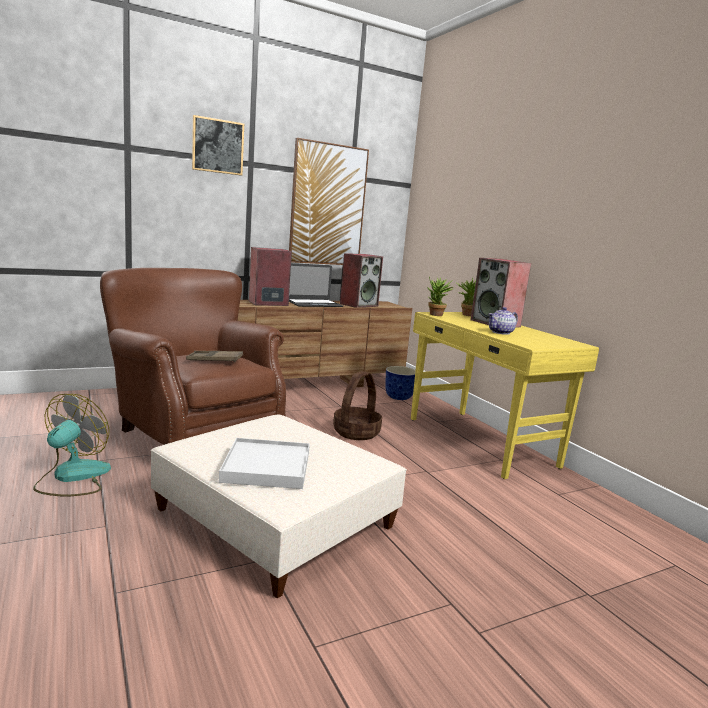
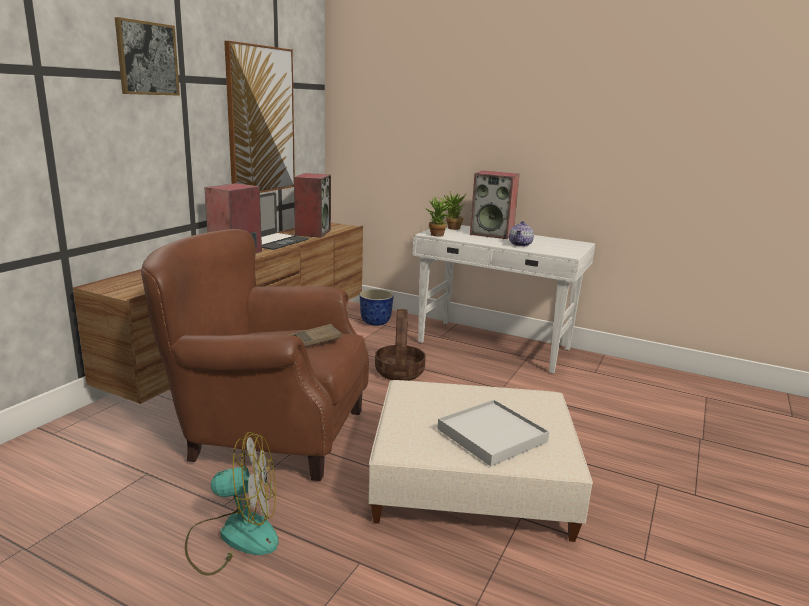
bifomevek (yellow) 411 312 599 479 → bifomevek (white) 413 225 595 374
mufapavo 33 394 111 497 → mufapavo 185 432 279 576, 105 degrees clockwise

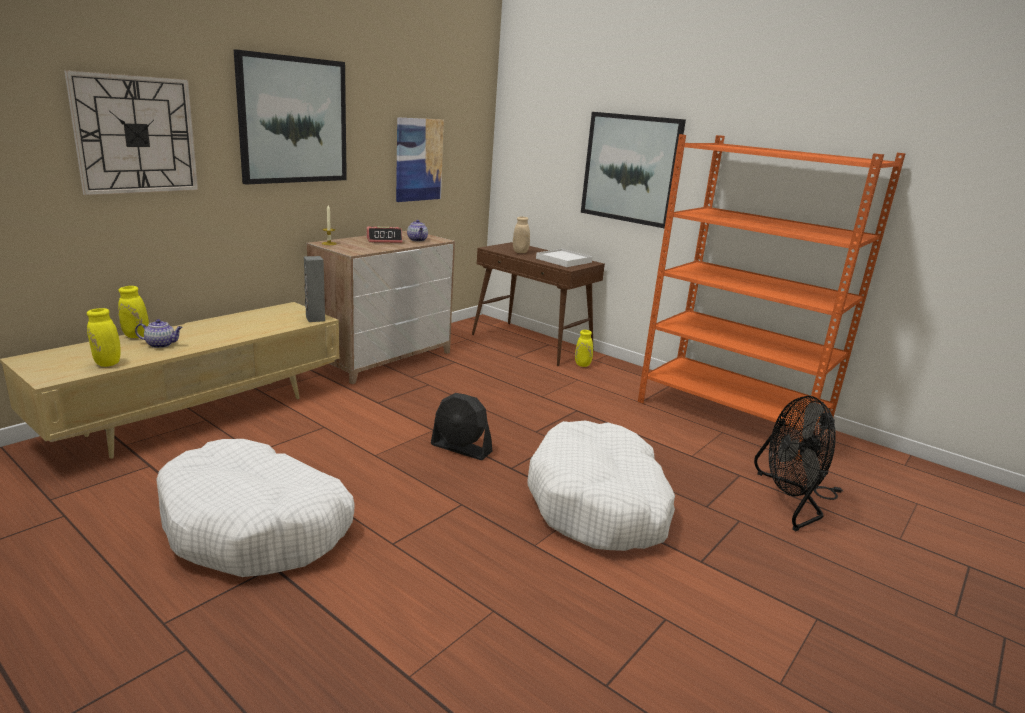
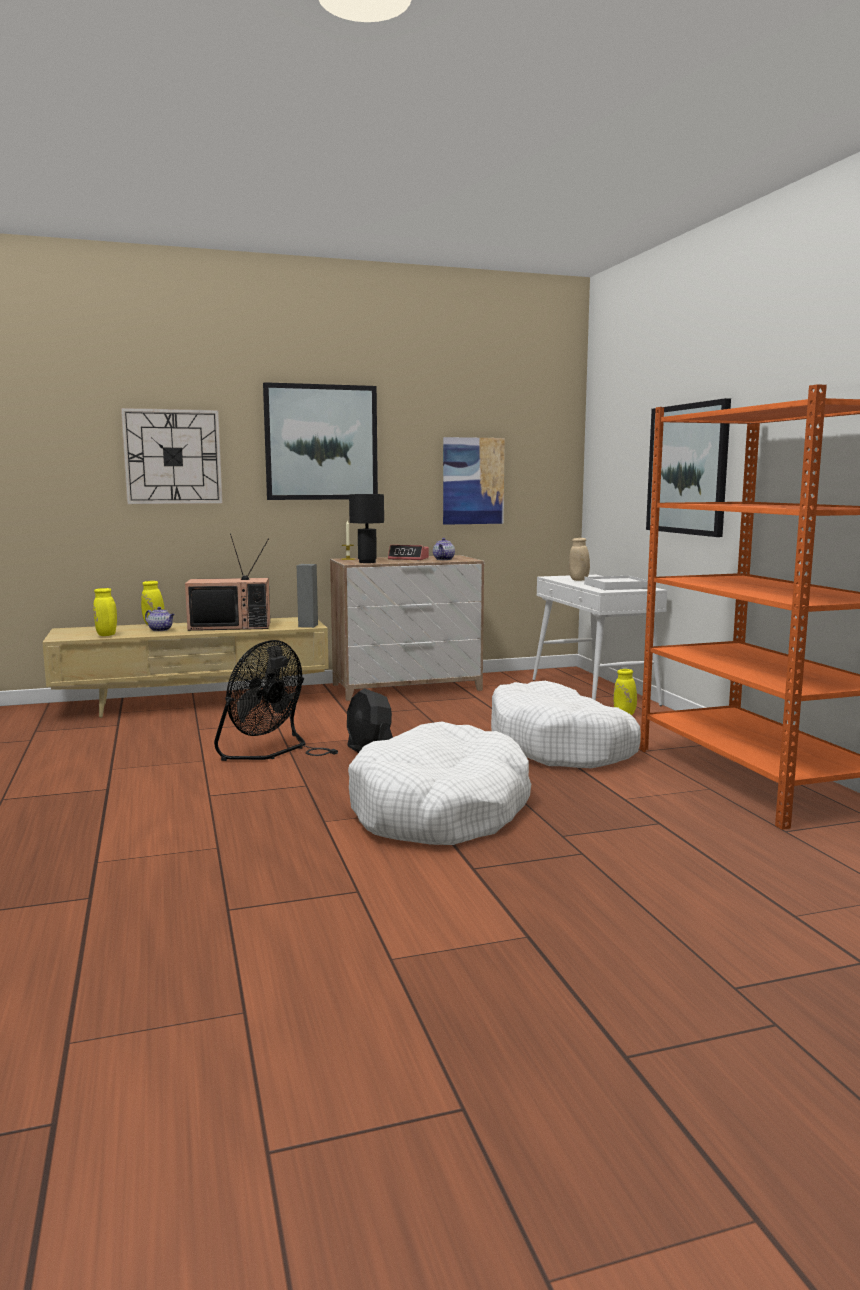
bifomevek (brown) 472 242 605 366 → bifomevek (white) 532 575 667 706
mufapavo (black) 754 396 843 531 → mufapavo (black) 214 640 338 761, relocated
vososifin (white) 156 439 355 577 → vososifin (white) 491 681 641 768, relocated
- → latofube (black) 349 494 384 563
- → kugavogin 185 533 270 631

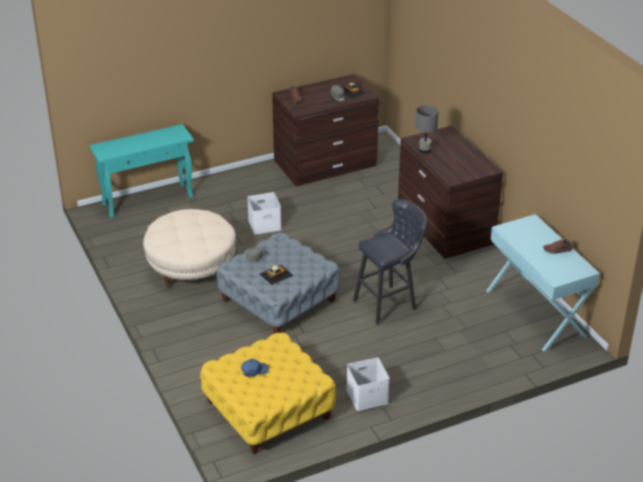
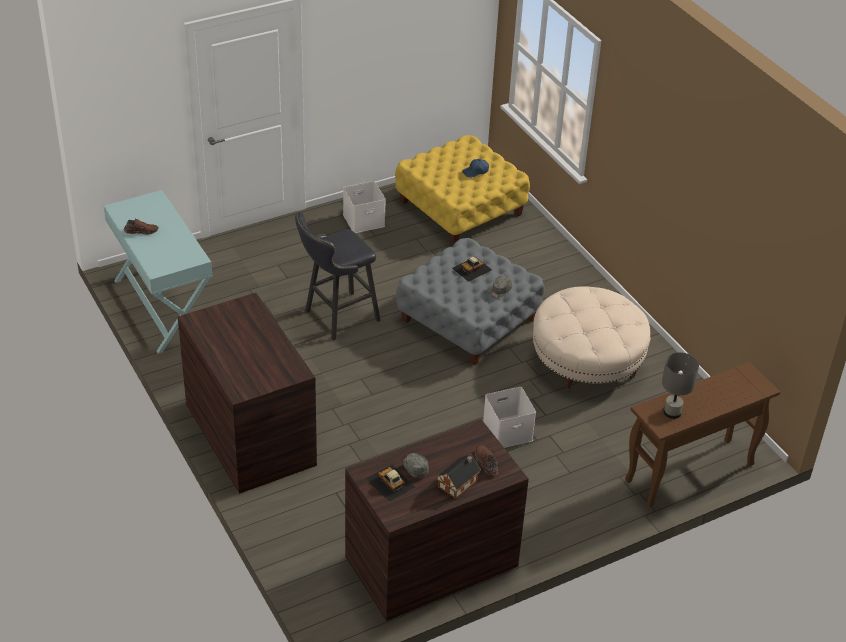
latofube (grey) 415 105 438 153 → latofube (grey) 662 352 699 419, relocated
bifomevek (turquoise) 89 124 194 218 → bifomevek (brown) 625 362 780 508
- → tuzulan 437 454 481 499

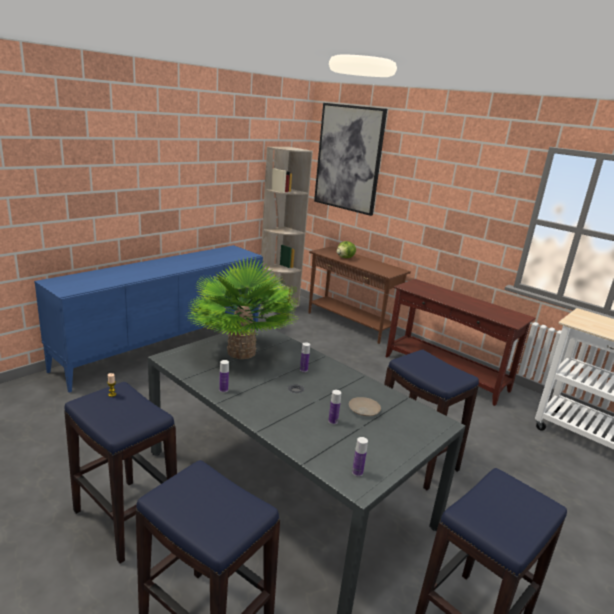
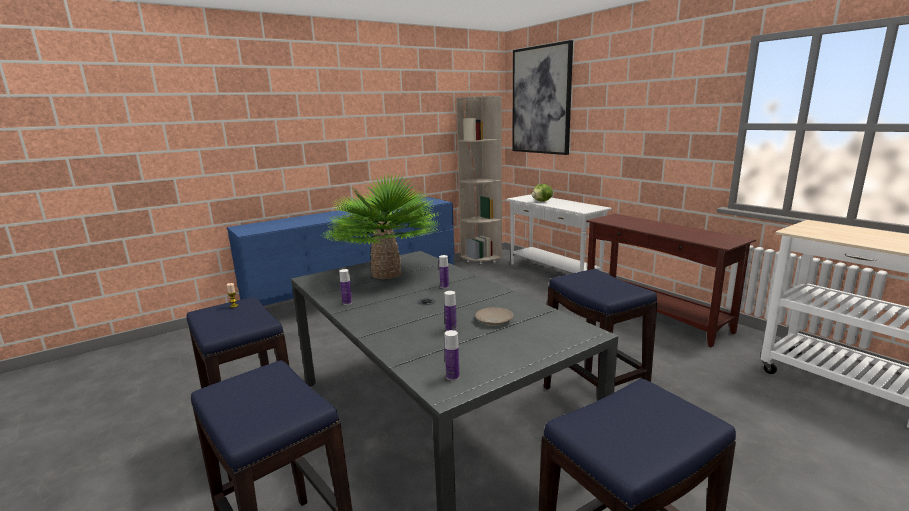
bifomevek (brown) 308 246 411 344 → bifomevek (white) 506 195 612 273

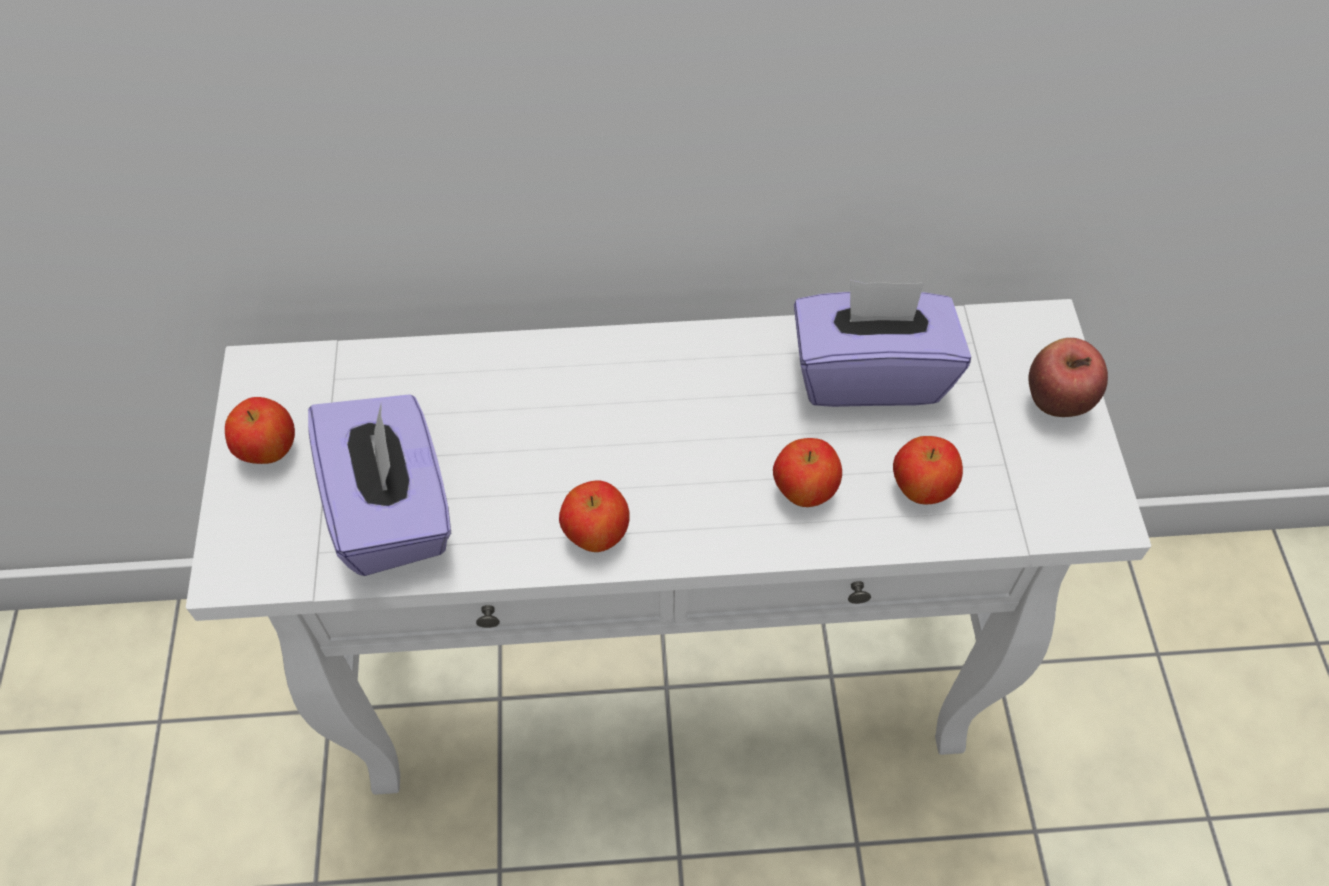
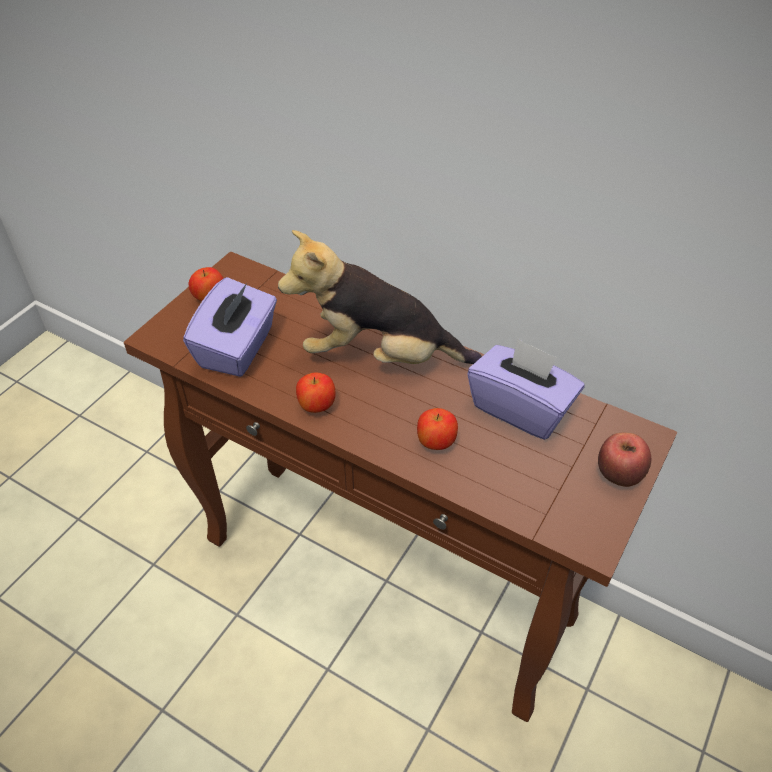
bifomevek (white) 186 299 1151 795 → bifomevek (brown) 124 252 677 722
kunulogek 893 436 963 504 → -
- → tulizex 278 230 482 364

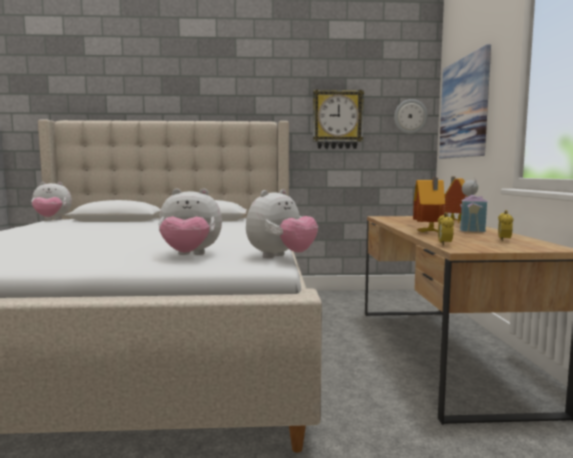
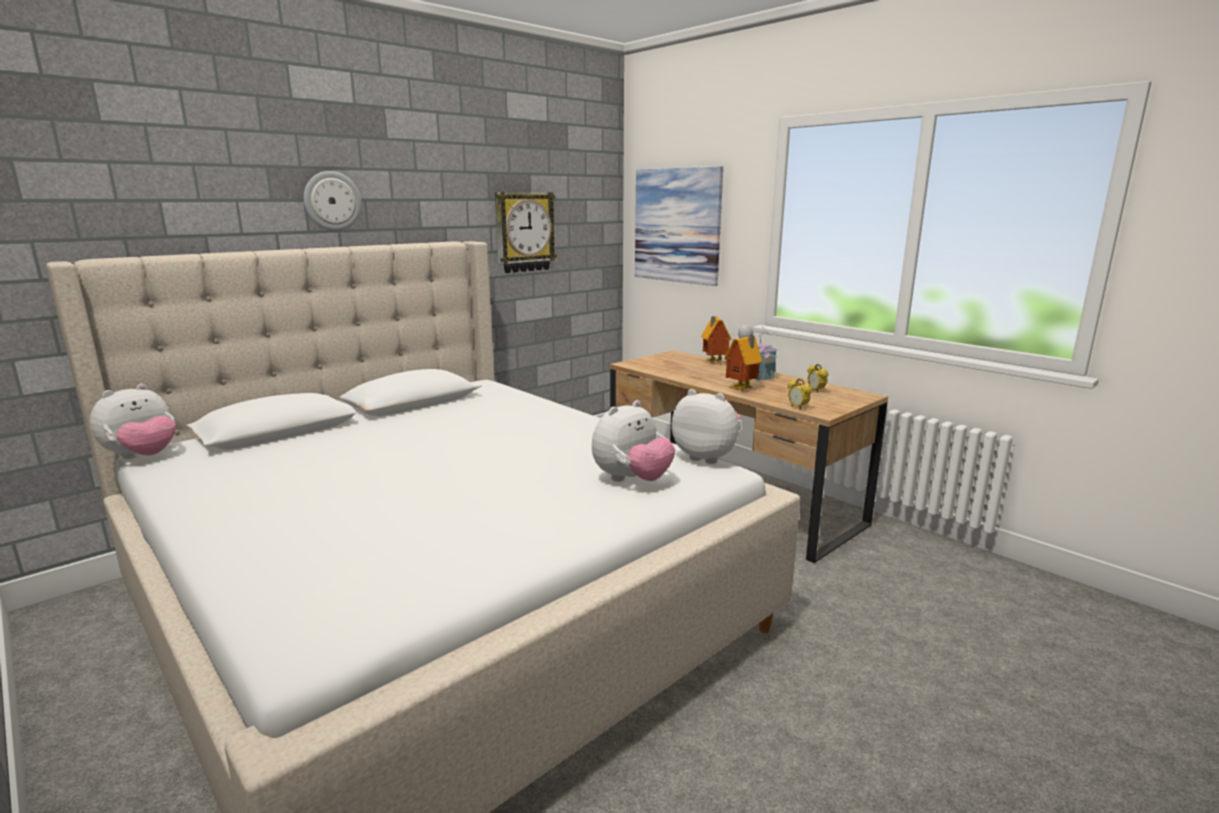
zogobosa 394 99 428 134 → zogobosa 304 171 361 231, relocated
tulizex 246 189 318 258 → tulizex 672 389 742 464, 60 degrees counterclockwise

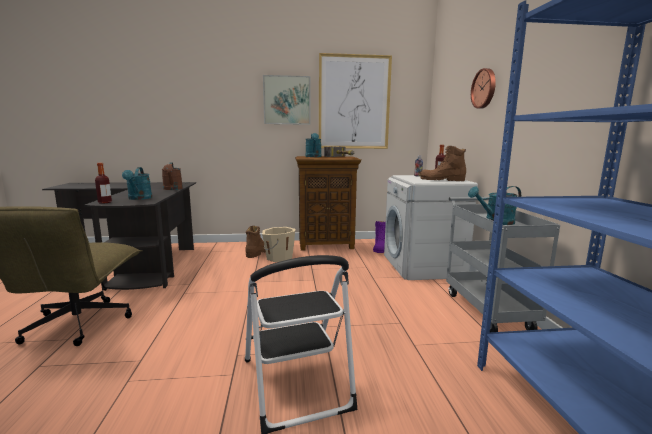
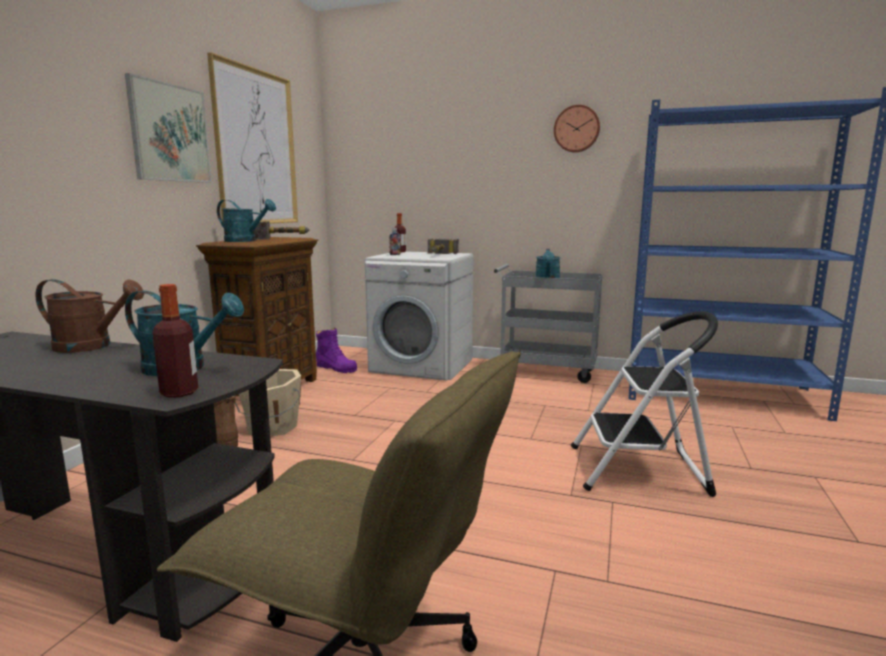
zogobosa 471 68 496 109 → zogobosa 554 105 600 153, relocated
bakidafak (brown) 420 146 466 181 → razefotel 428 239 459 254

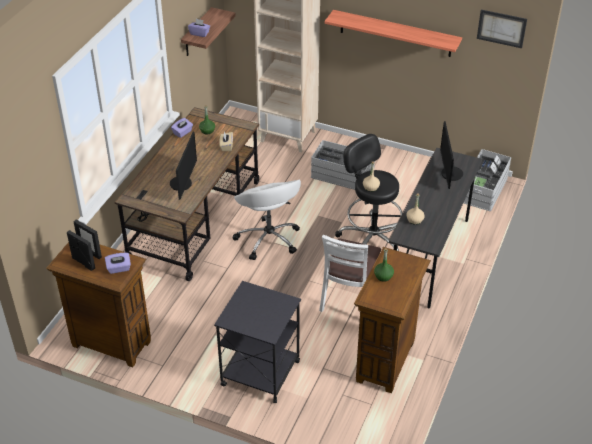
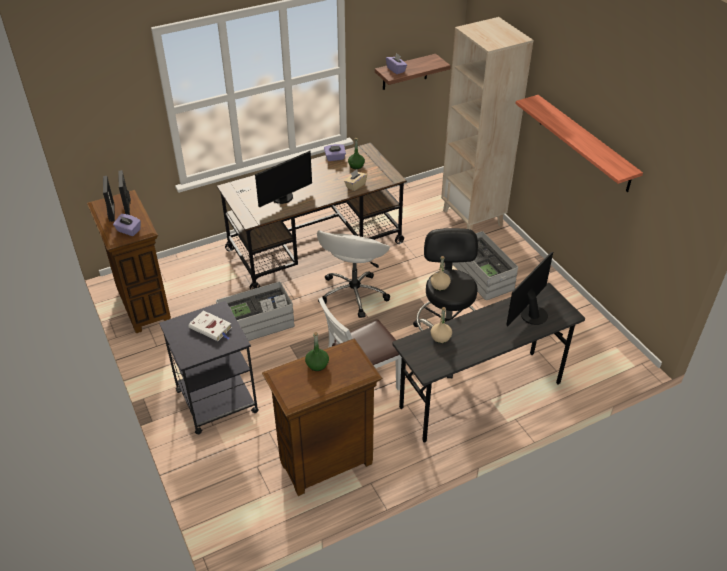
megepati 477 9 527 48 → -
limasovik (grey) 464 149 511 211 → limasovik (grey) 216 282 295 341, relocated
- → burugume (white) 188 311 232 341

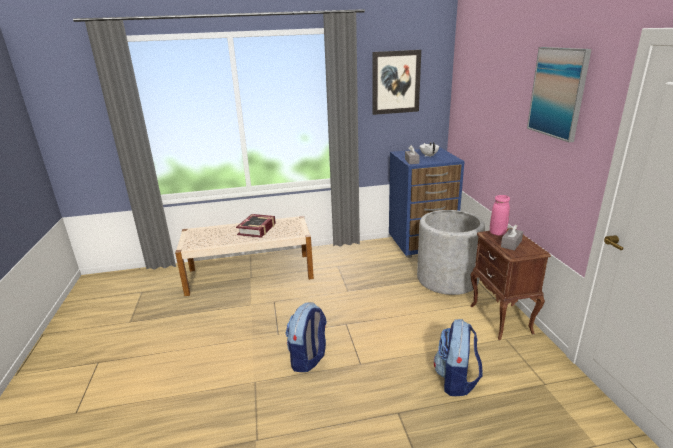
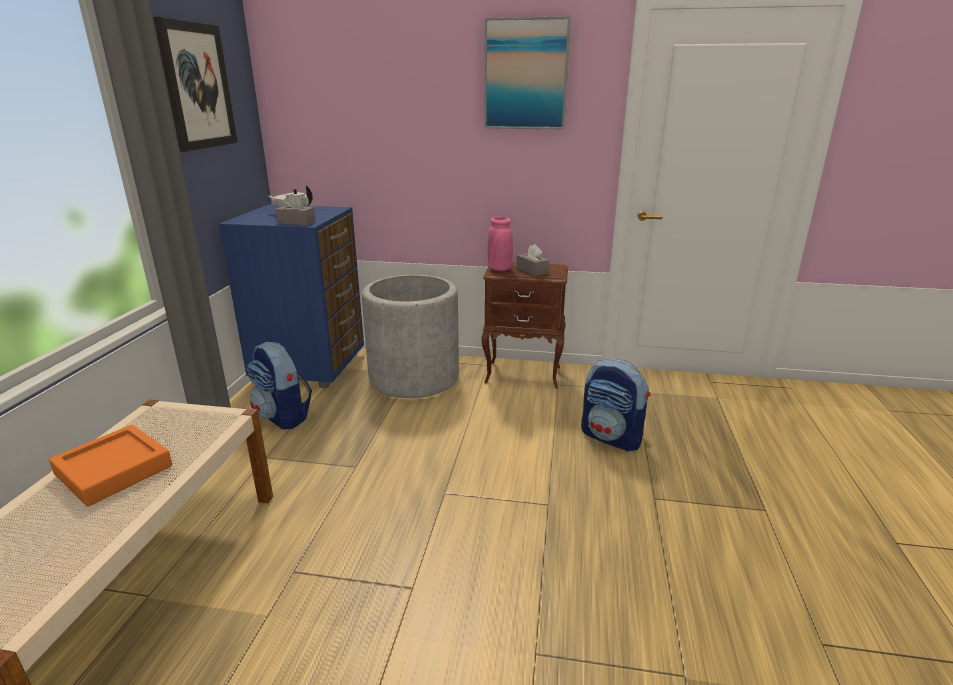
burugume 236 214 276 238 → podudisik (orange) 49 425 172 506
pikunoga 285 302 327 372 → pikunoga 247 342 312 430, relocated

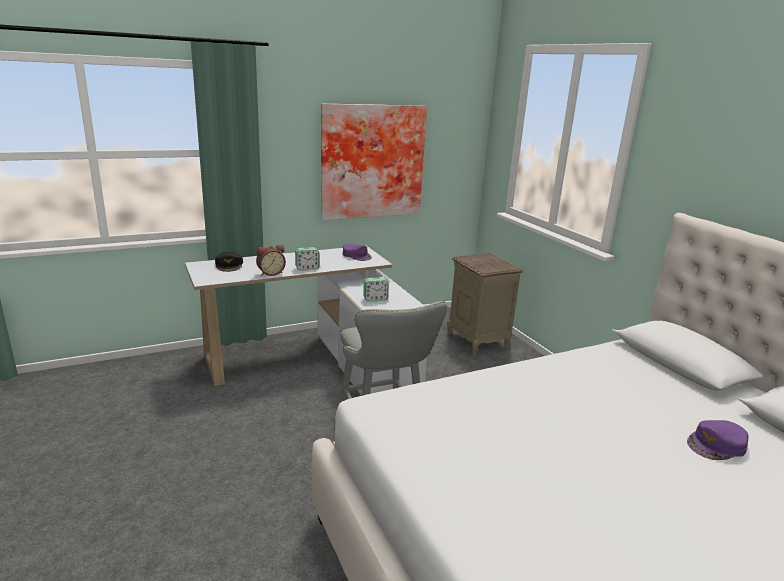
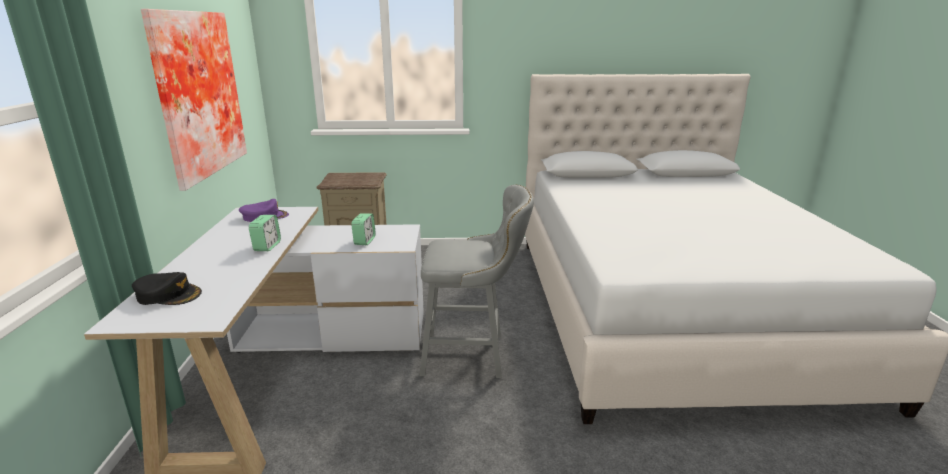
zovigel 256 245 286 276 → -
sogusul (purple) 687 420 749 460 → -

